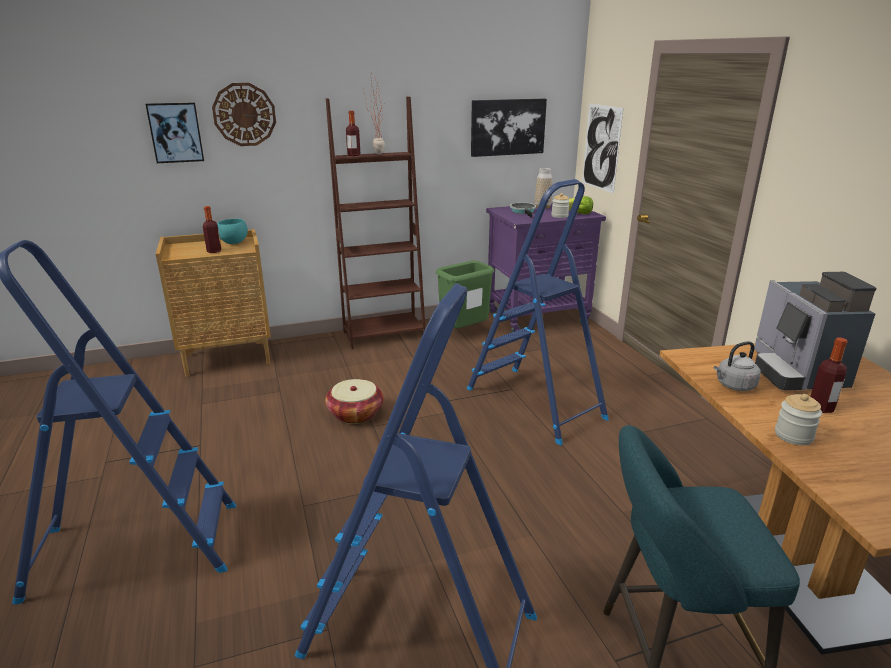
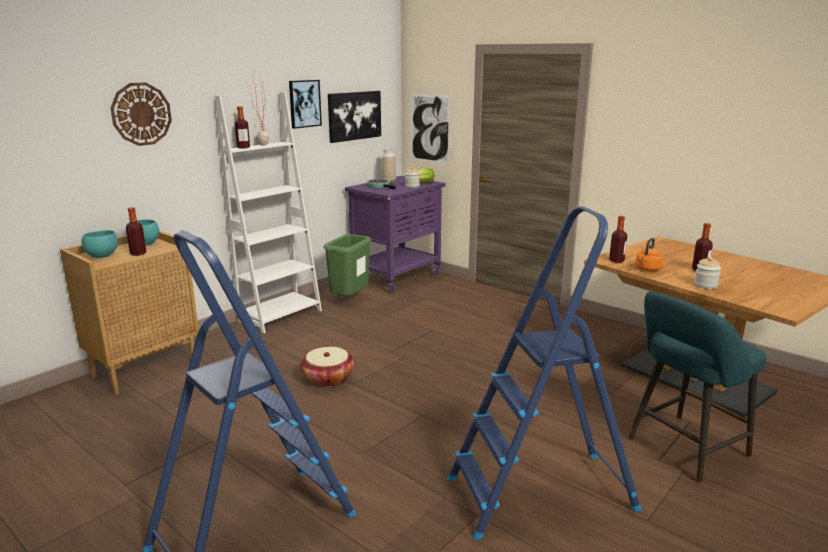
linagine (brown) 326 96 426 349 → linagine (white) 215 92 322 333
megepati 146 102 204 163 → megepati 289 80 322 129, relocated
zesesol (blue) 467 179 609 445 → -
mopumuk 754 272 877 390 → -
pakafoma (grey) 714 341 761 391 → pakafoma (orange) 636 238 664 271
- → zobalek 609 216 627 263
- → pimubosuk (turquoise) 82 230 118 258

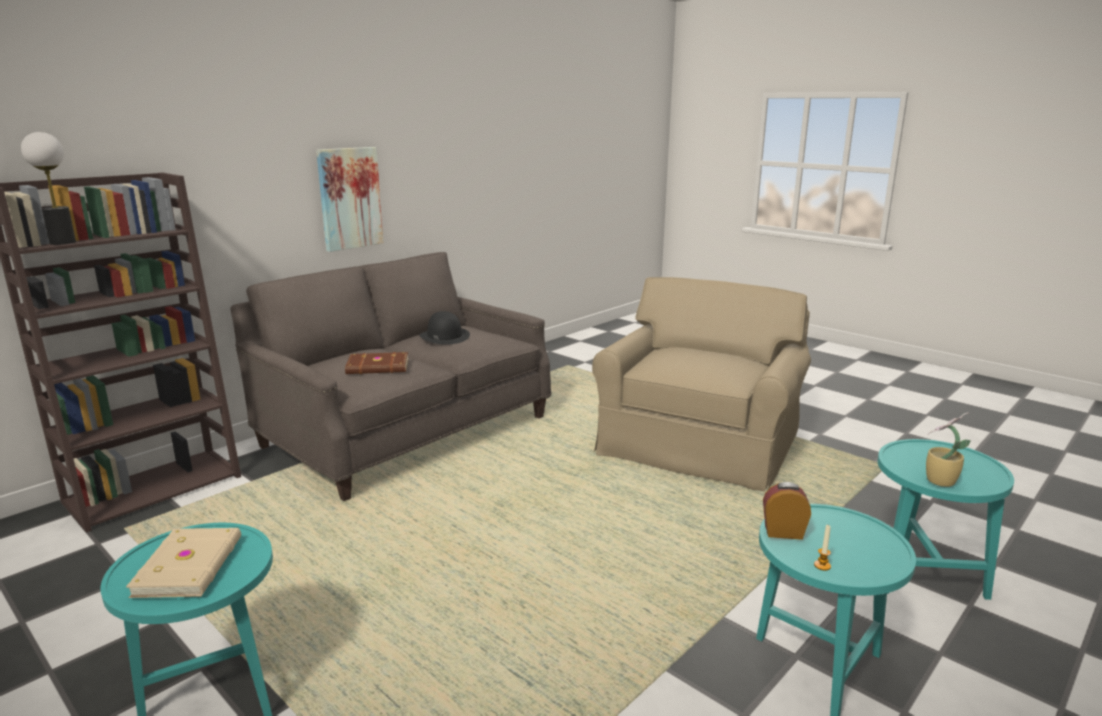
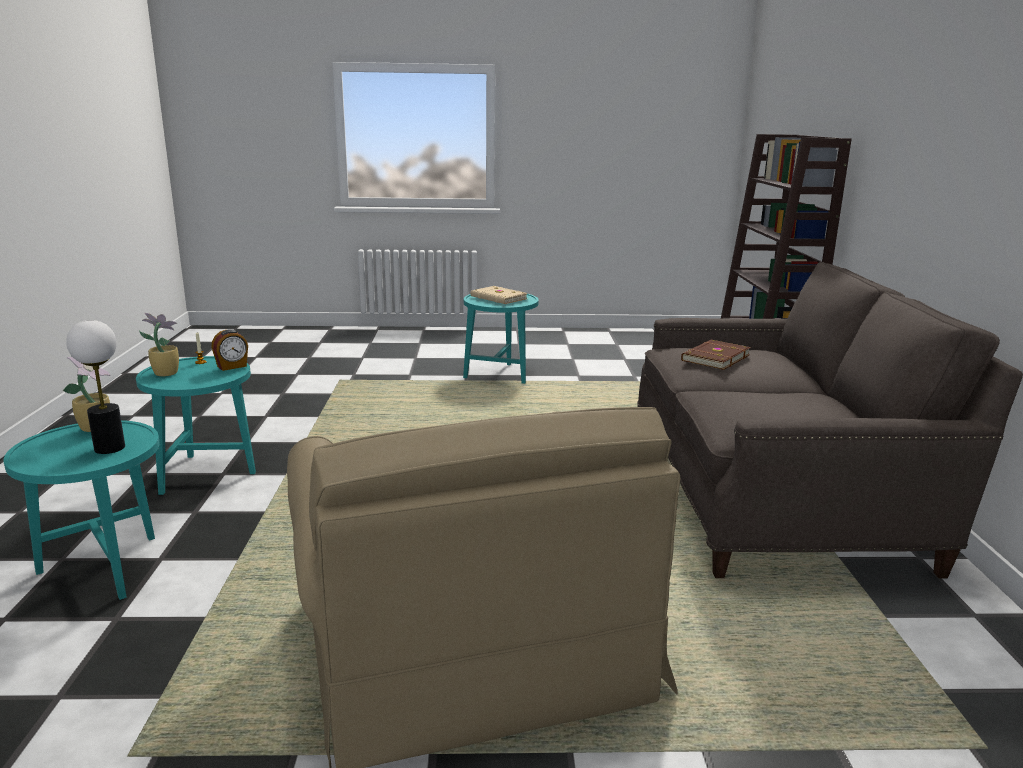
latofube 21 132 76 245 → latofube 66 320 125 454, relocated
megepati 316 147 384 252 → -
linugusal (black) 419 311 470 345 → -
- → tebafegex 139 313 179 376

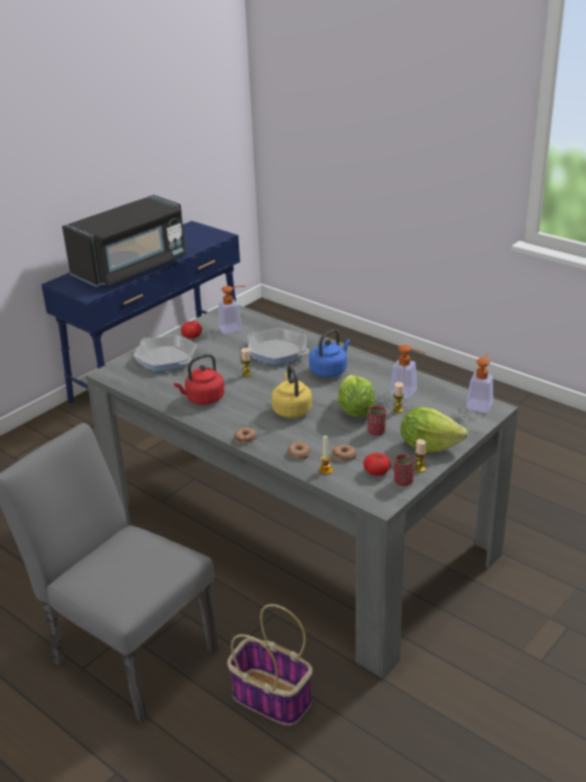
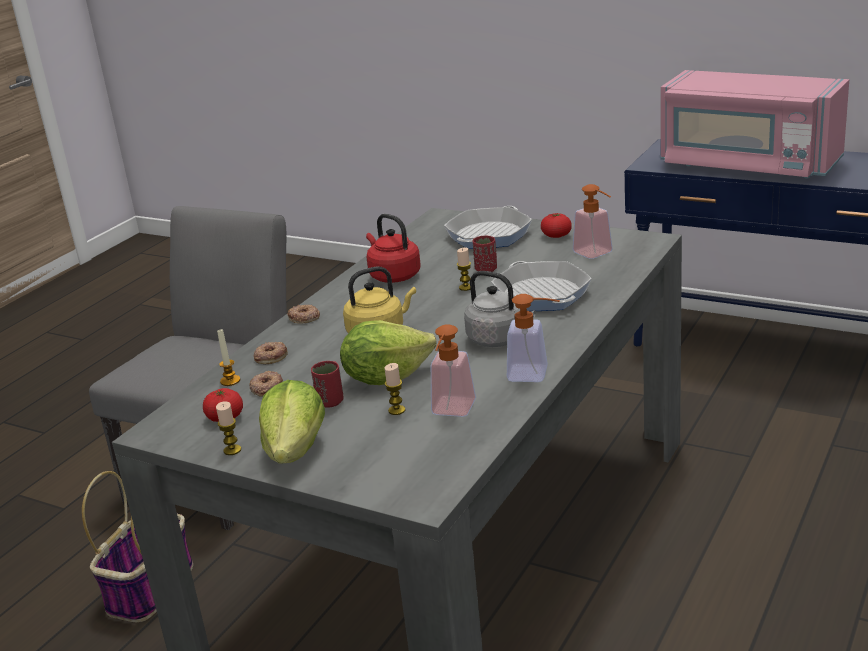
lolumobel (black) 62 195 186 287 → lolumobel (pink) 661 70 849 178
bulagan 247 328 309 365 → bulagan 491 261 592 311, 135 degrees clockwise
pakafoma (blue) 309 329 351 378 → pakafoma (grey) 464 271 536 347
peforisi 466 351 493 413 → peforisi 507 294 560 382, relocated
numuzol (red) 394 454 414 486 → numuzol (red) 473 235 497 272, relocated

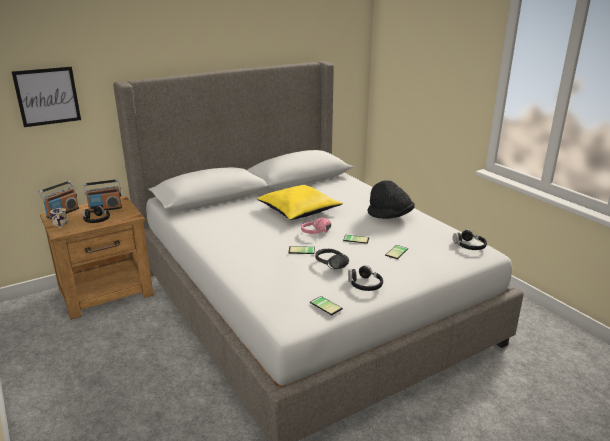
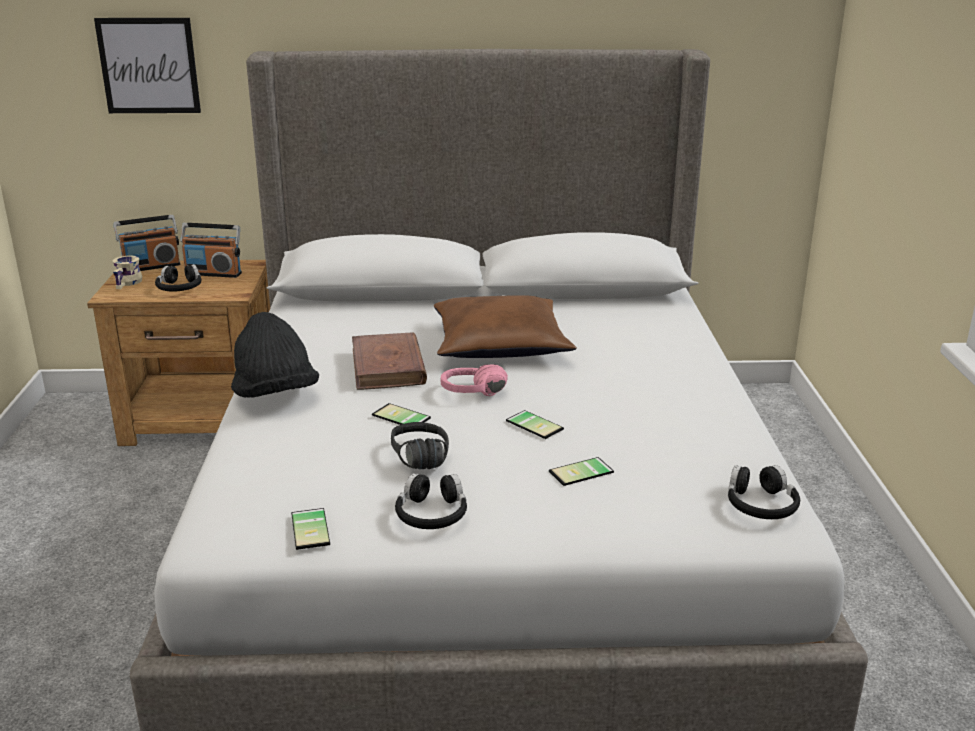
linugusal (black) 367 180 414 219 → linugusal (black) 231 312 319 398, relocated
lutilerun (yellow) 257 185 343 220 → lutilerun (brown) 434 295 577 358
- → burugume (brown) 352 332 427 390

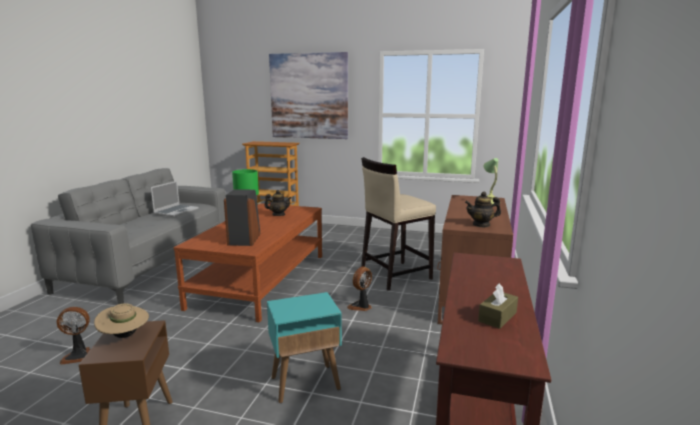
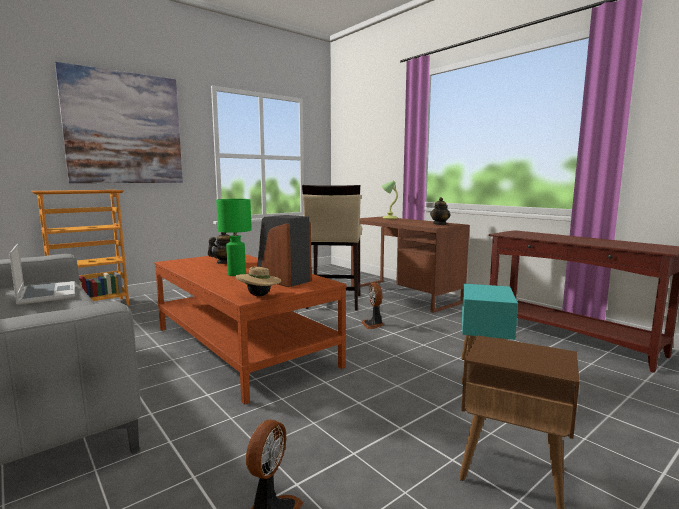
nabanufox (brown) 478 283 518 329 → -
linugusal (beige) 94 303 149 338 → linugusal (beige) 236 267 281 296, relocated

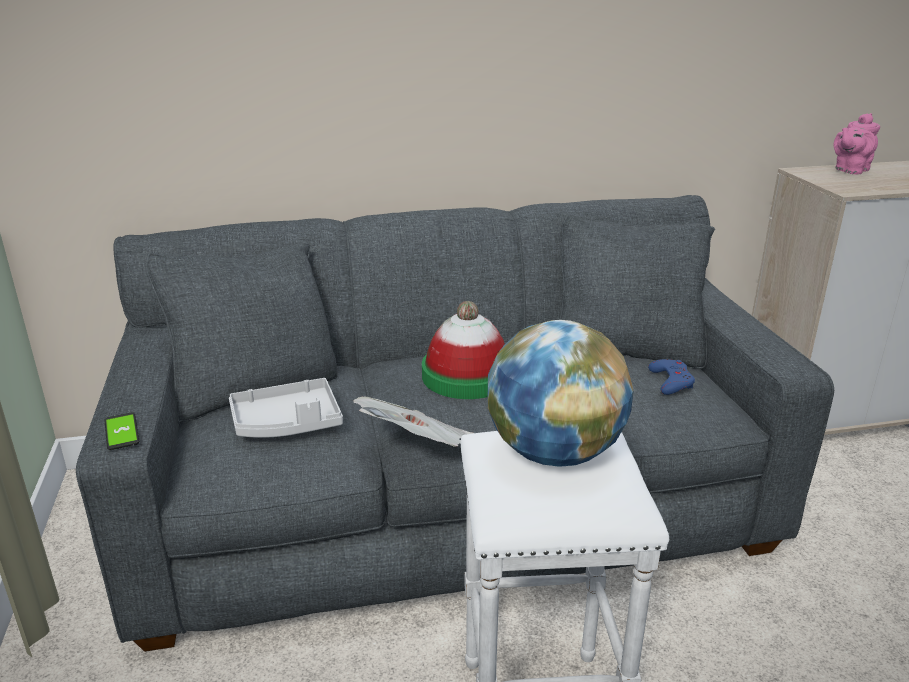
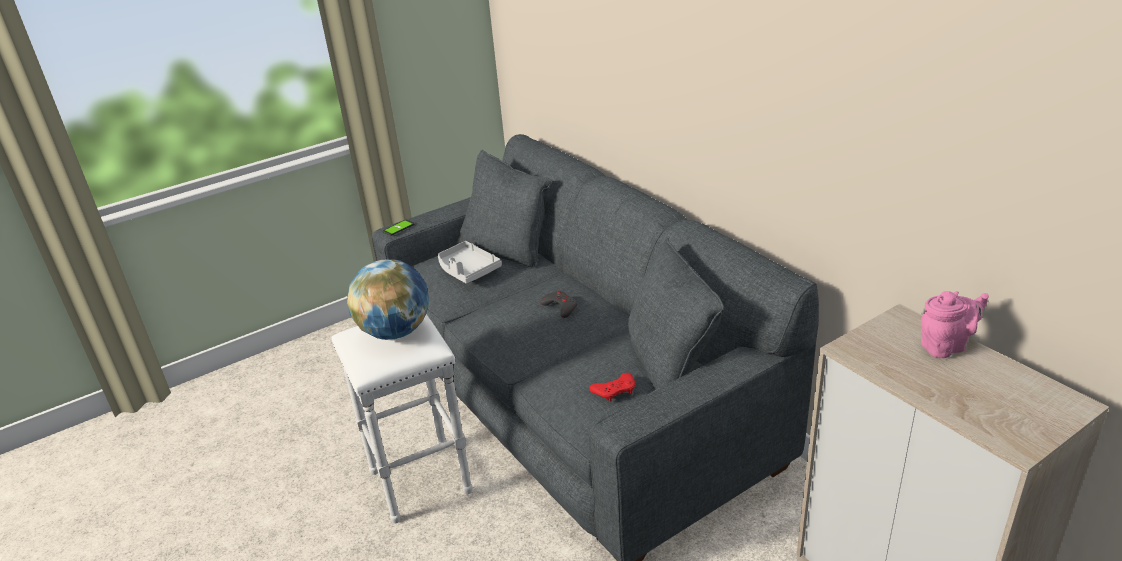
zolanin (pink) 833 113 880 174 → zolanin (pink) 921 291 989 358, 135 degrees clockwise
linugusal 422 301 505 399 → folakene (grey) 540 291 578 318
folakene (blue) 648 359 695 395 → folakene (red) 590 373 635 402
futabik 353 396 474 447 → -

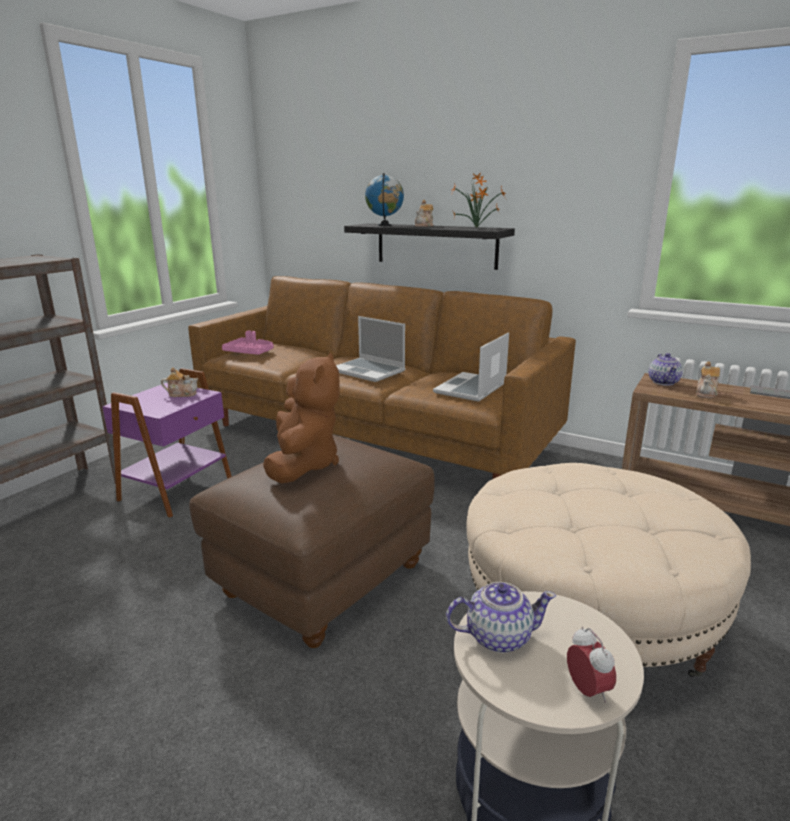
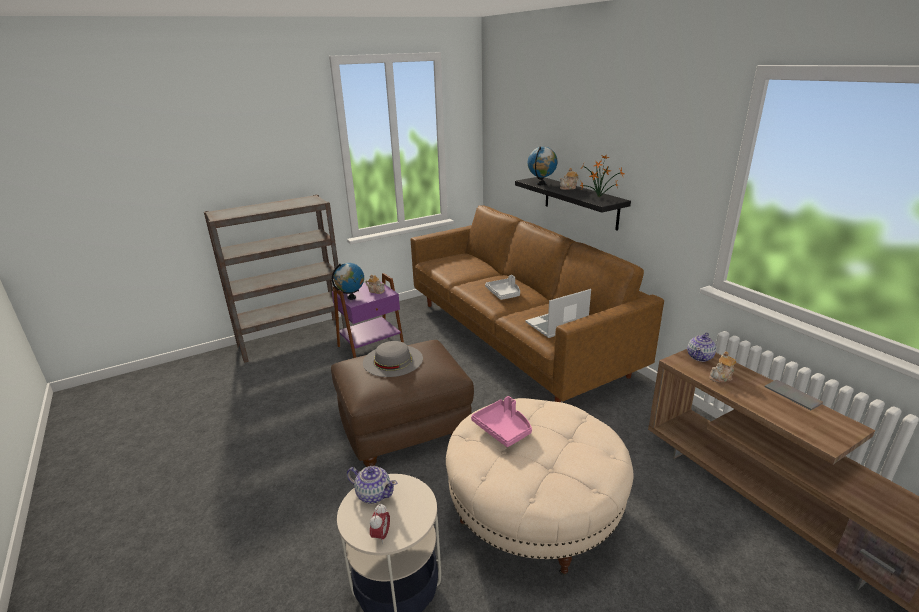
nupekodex 336 316 405 382 → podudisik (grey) 485 275 520 300
podudisik (pink) 222 330 274 355 → podudisik (pink) 471 396 532 447, relocated
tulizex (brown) 263 352 339 483 → linugusal (grey) 363 341 423 377
- → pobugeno 332 263 364 300

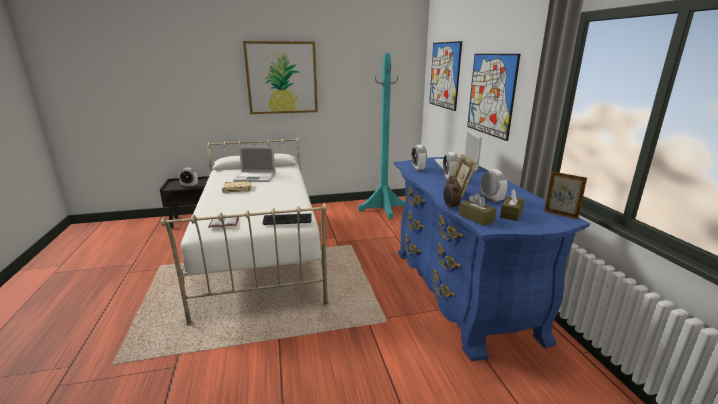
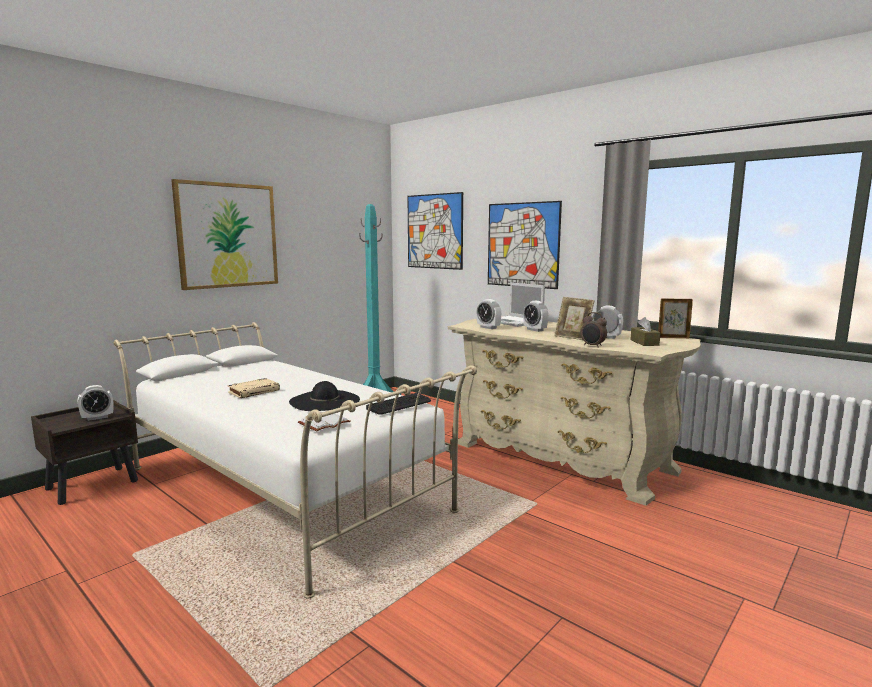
nupekodex 233 147 275 182 → -
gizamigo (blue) 394 157 590 361 → gizamigo (beige) 447 319 701 505
nabanufox (brown) 459 193 496 226 → -
- → linugusal (black) 289 381 360 411

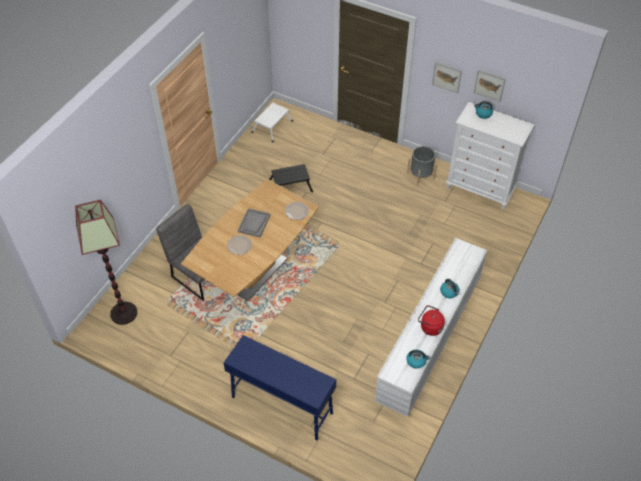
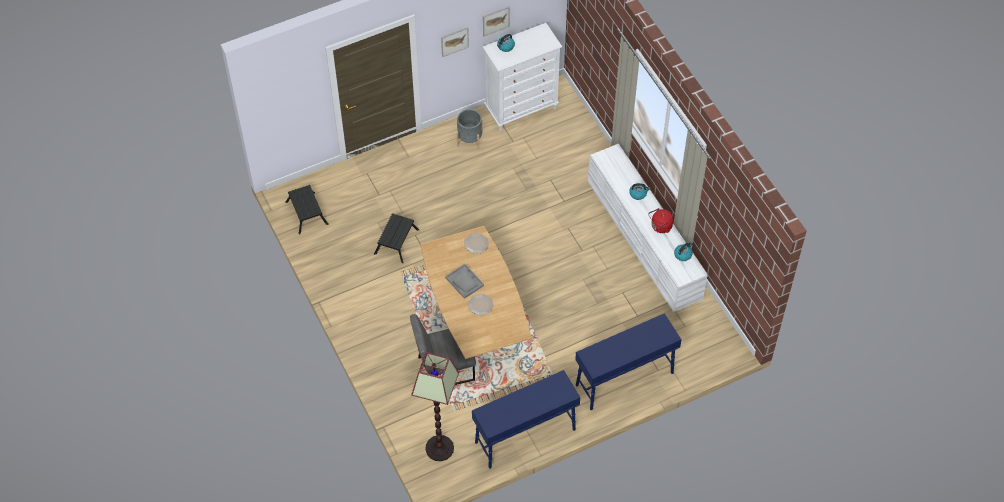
zesesol (white) 251 102 293 143 → zesesol (black) 285 185 329 235
- → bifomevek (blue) 472 370 580 469

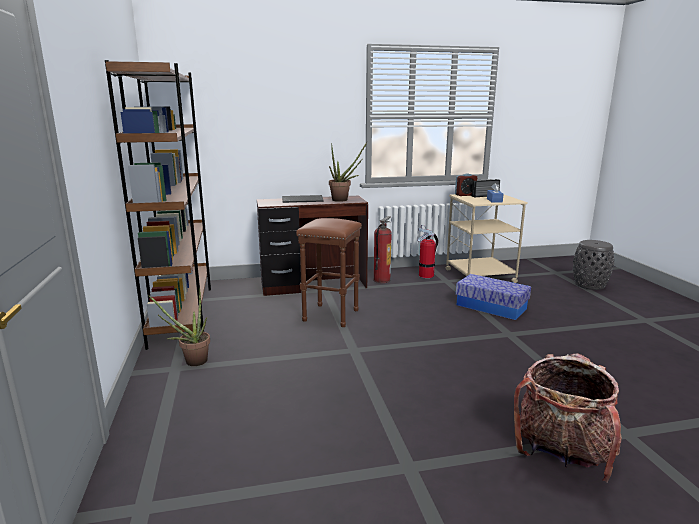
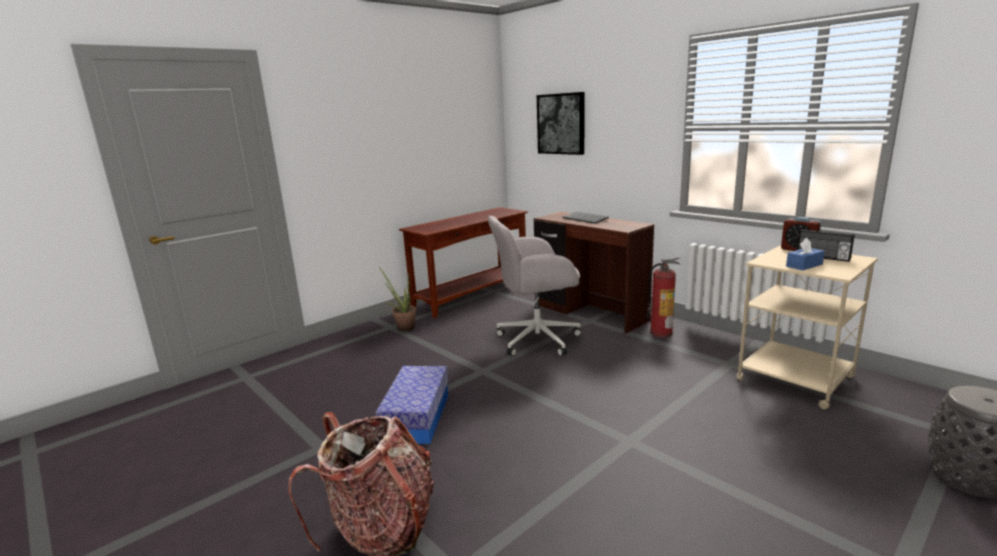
linagine (brown) 105 60 211 350 → bifomevek (brown) 399 207 528 319
tebafegex 329 141 368 202 → -
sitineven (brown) 296 218 362 327 → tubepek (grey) 488 216 581 356
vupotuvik 417 225 438 278 → -
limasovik 456 274 531 320 → limasovik 376 366 448 444, relocated
- → megepati 537 92 584 155

